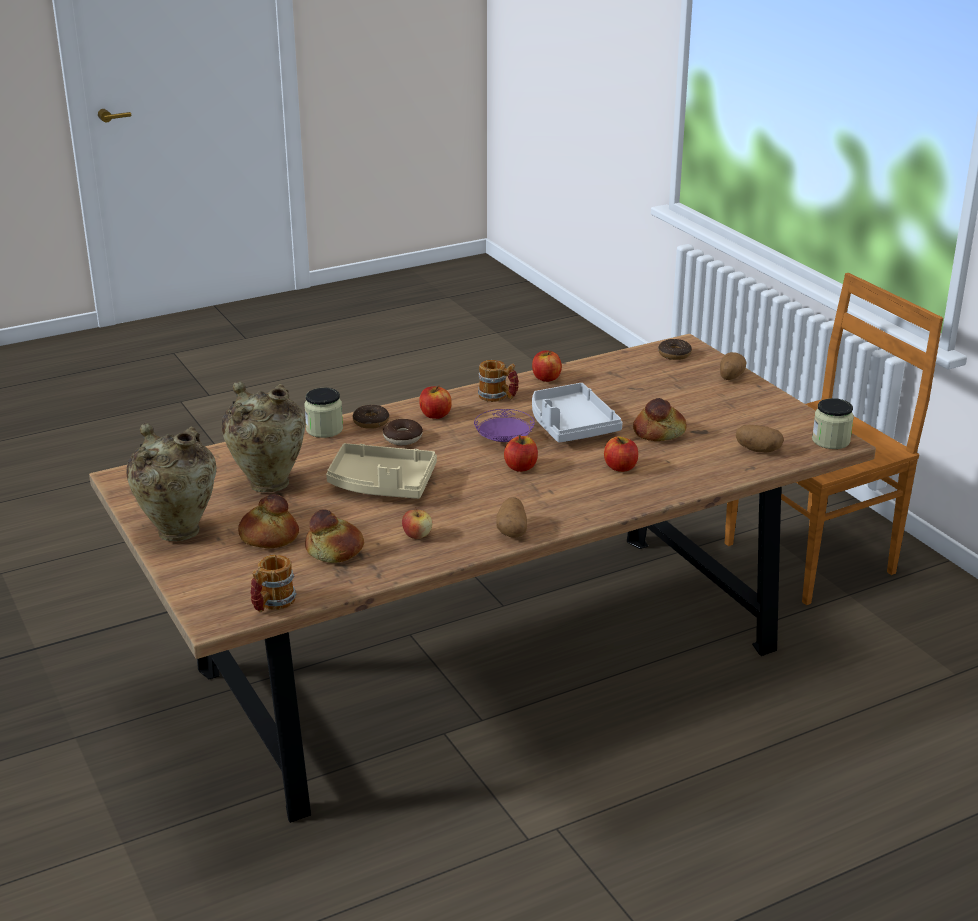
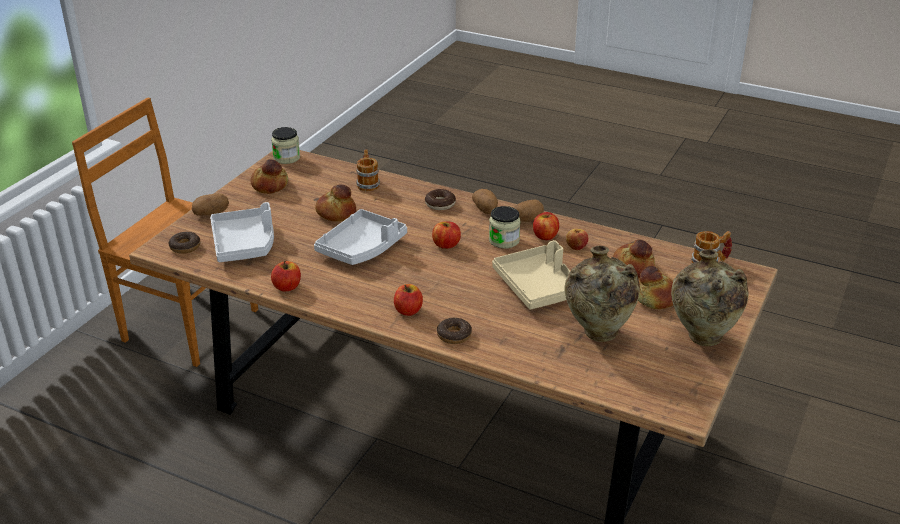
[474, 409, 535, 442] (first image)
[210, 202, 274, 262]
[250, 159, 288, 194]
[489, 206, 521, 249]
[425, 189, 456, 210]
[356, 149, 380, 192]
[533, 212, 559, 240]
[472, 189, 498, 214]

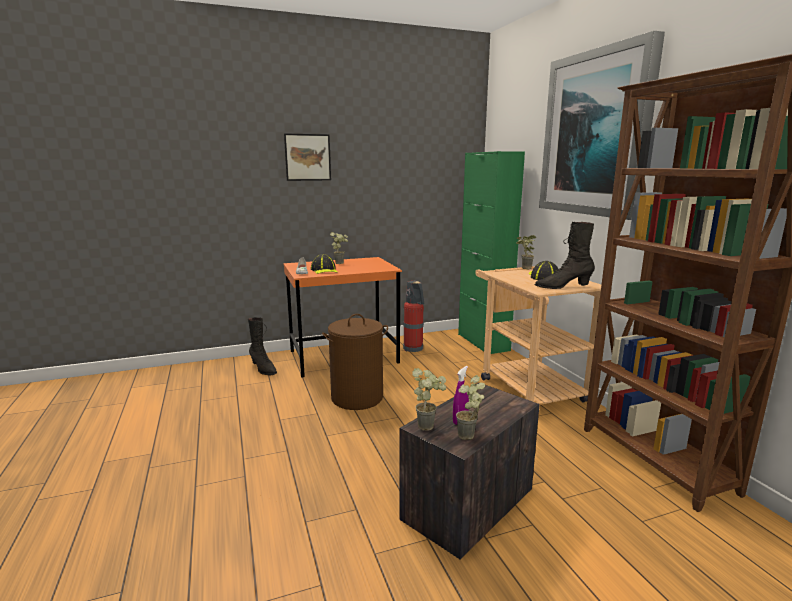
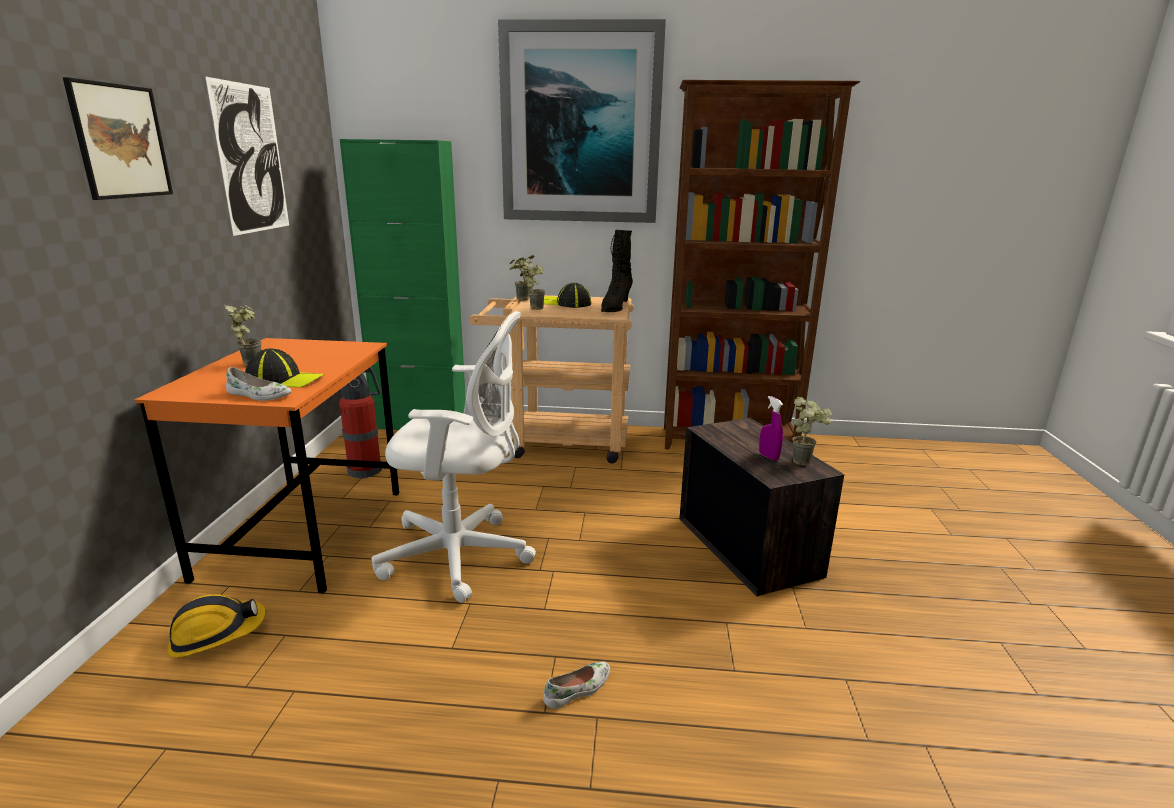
[205, 76, 289, 236]
[543, 662, 610, 709]
[524, 261, 545, 310]
[167, 594, 266, 657]
[371, 311, 536, 603]

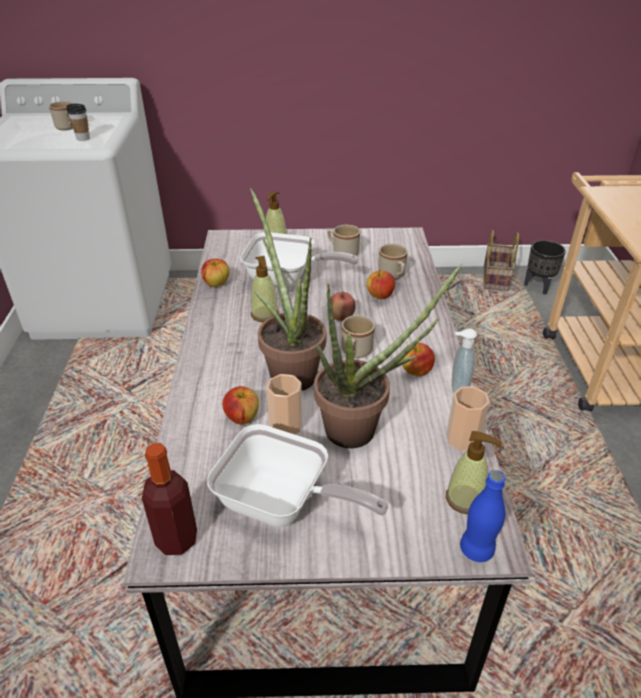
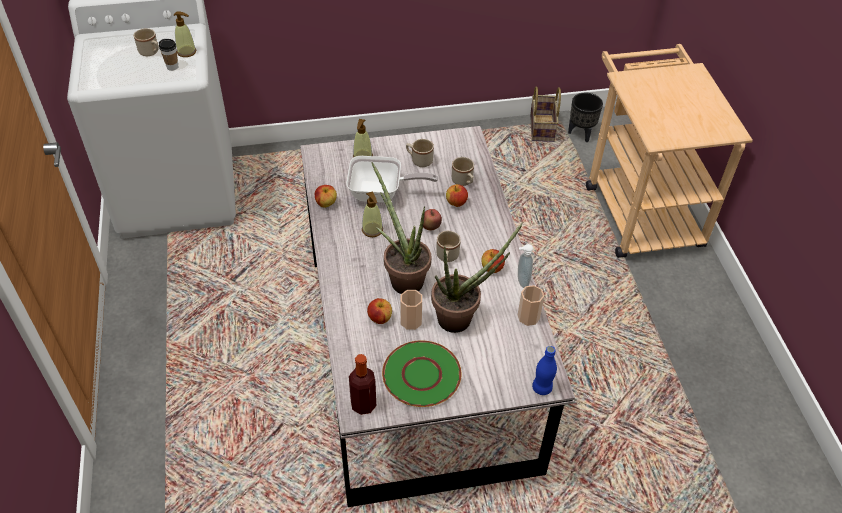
[173, 11, 196, 57]
[382, 340, 461, 407]

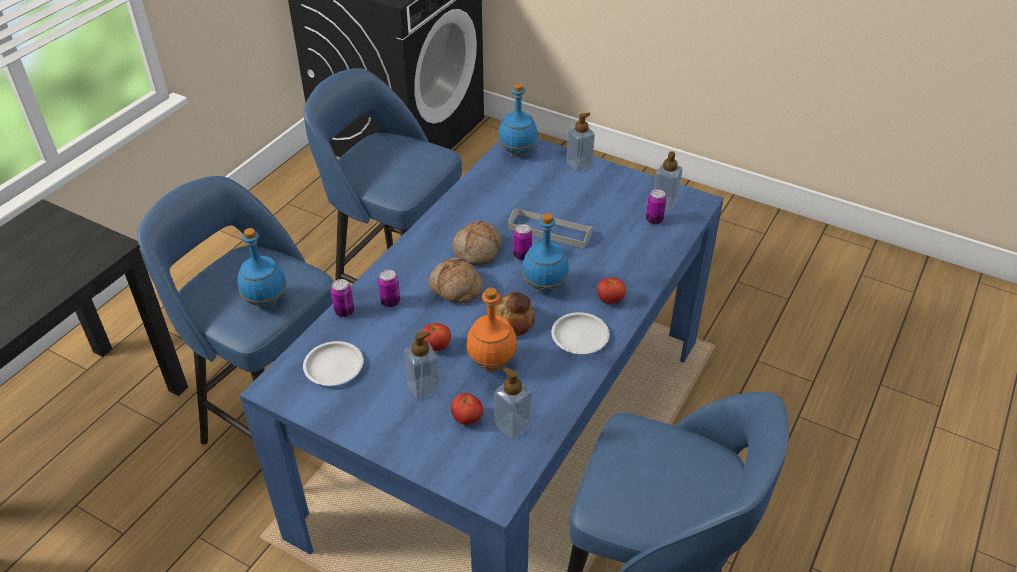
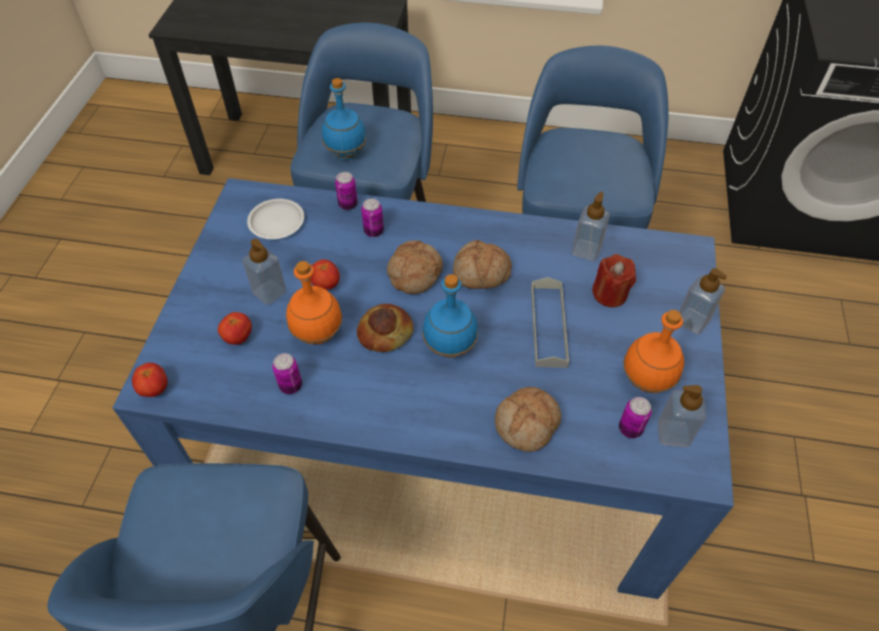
[498, 83, 538, 157] (first image)
[551, 312, 610, 354] (first image)
[495, 387, 561, 452]
[592, 254, 636, 307]
[623, 310, 684, 393]
[572, 192, 610, 261]
[272, 353, 302, 394]
[132, 363, 167, 397]

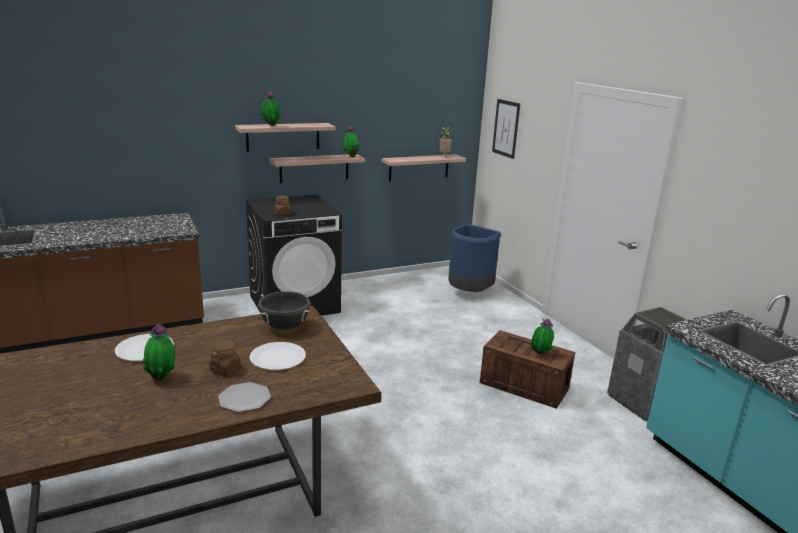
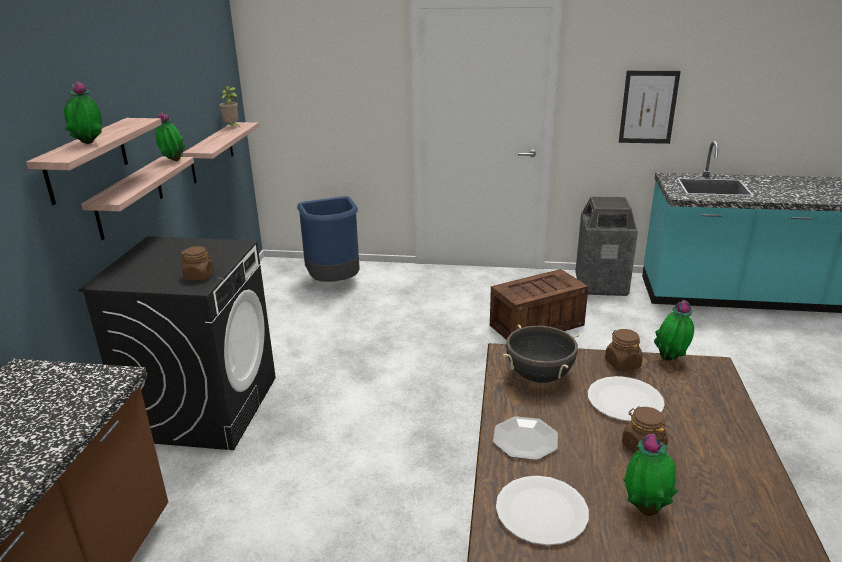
[605, 329, 643, 371]
[493, 416, 558, 460]
[619, 71, 681, 144]
[654, 300, 694, 361]

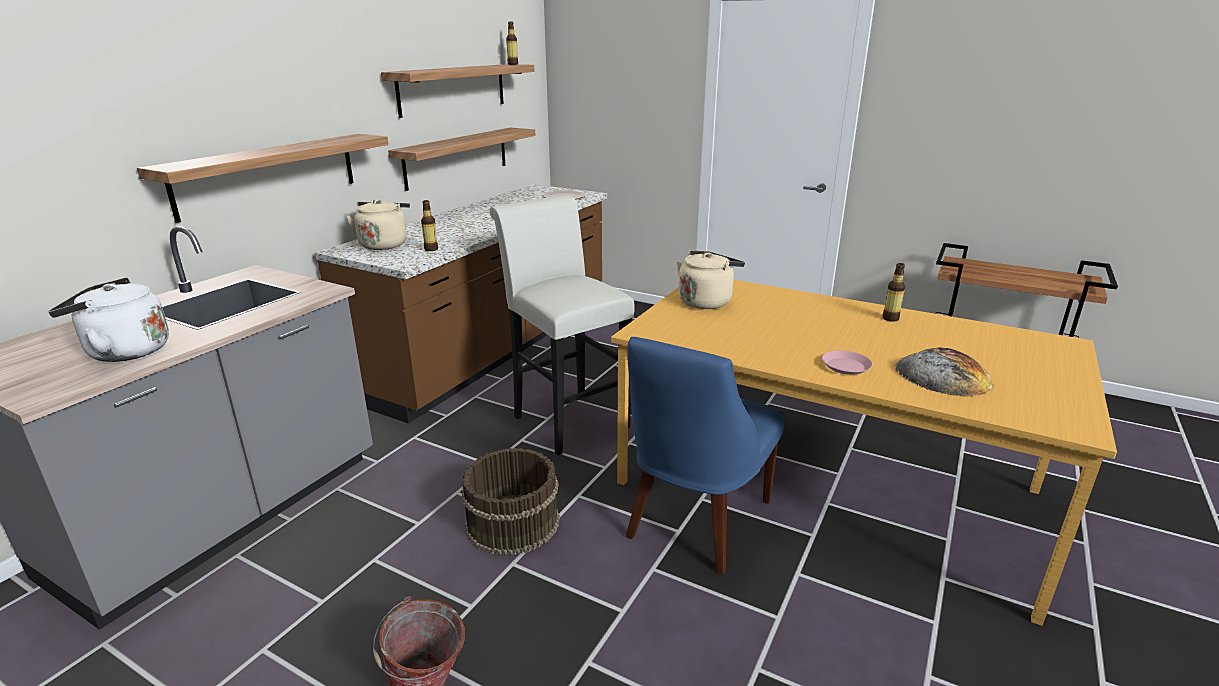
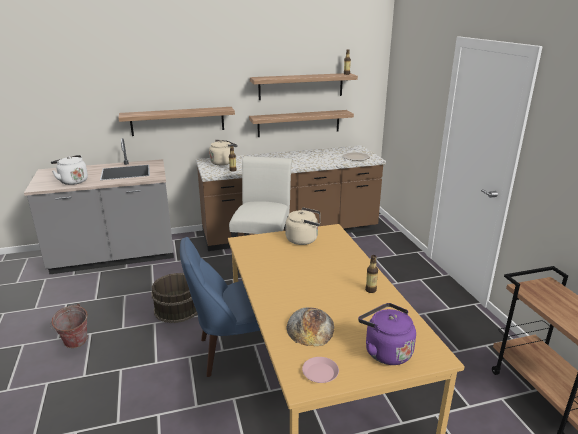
[358, 303, 416, 365]
[302, 357, 339, 383]

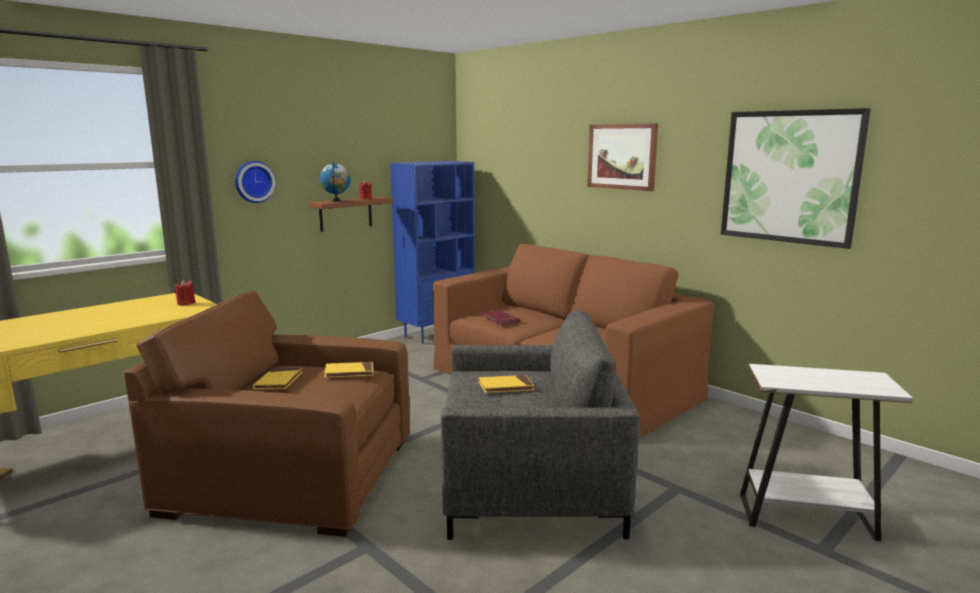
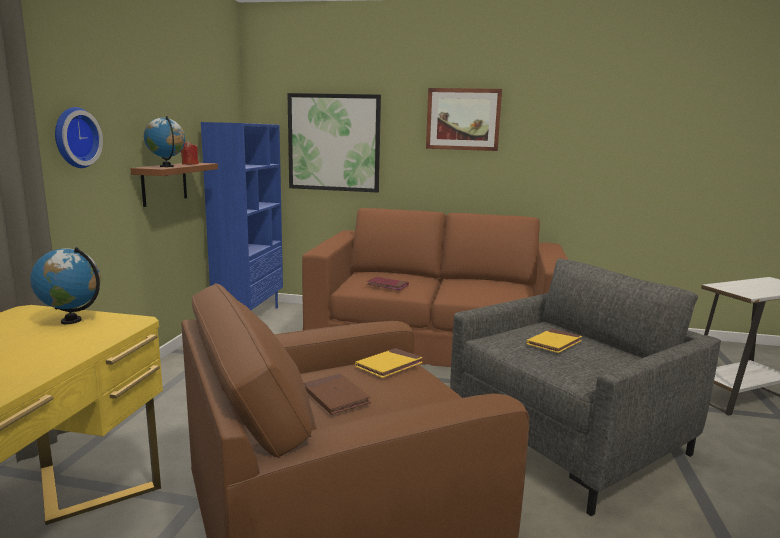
[287, 93, 381, 193]
[30, 247, 101, 324]
[304, 373, 371, 415]

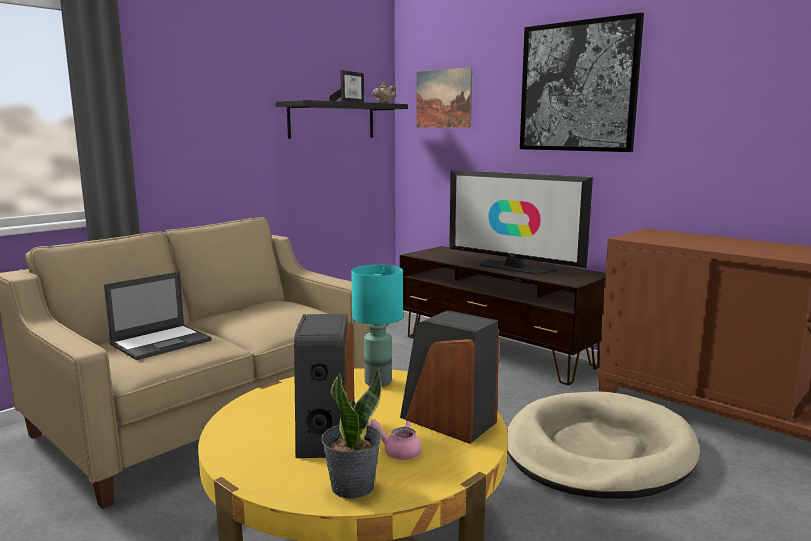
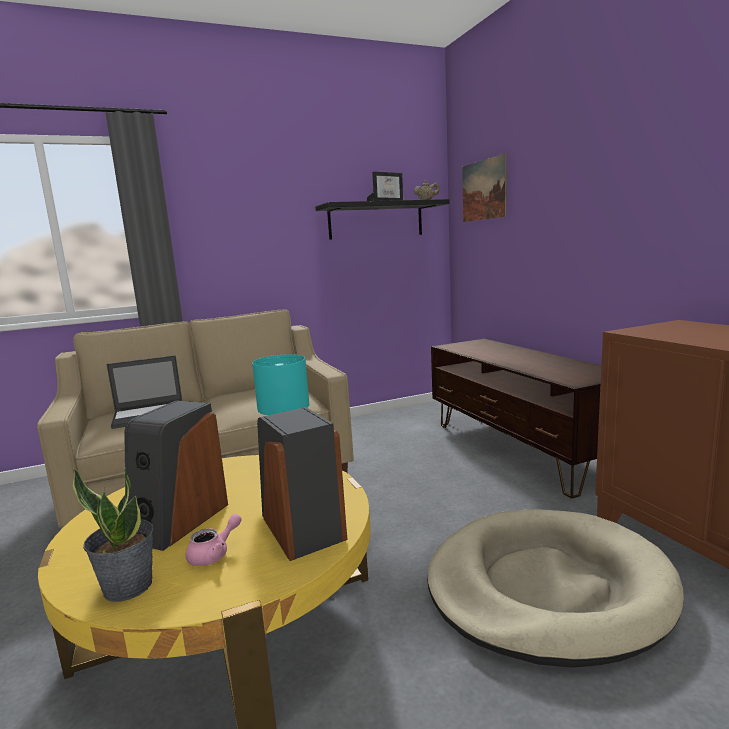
[449, 170, 593, 274] (first image)
[520, 13, 644, 152] (first image)
[185, 514, 242, 566]

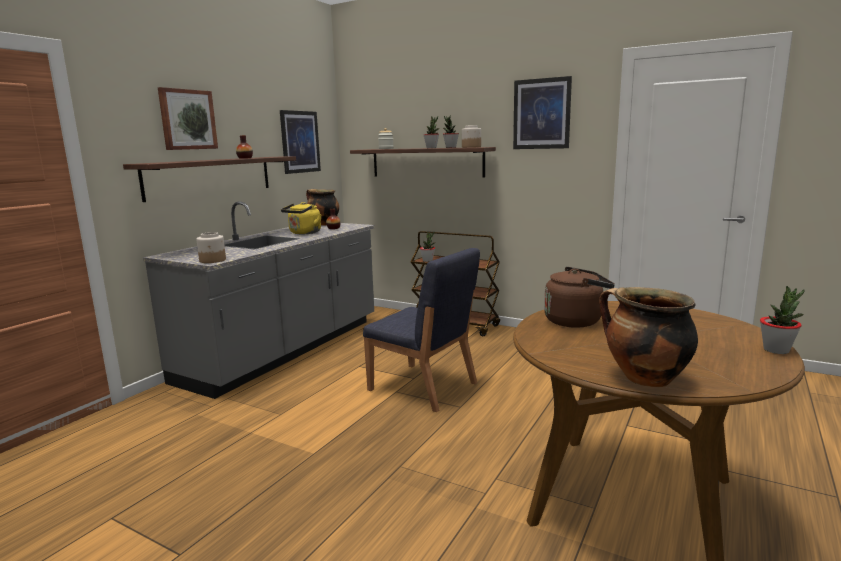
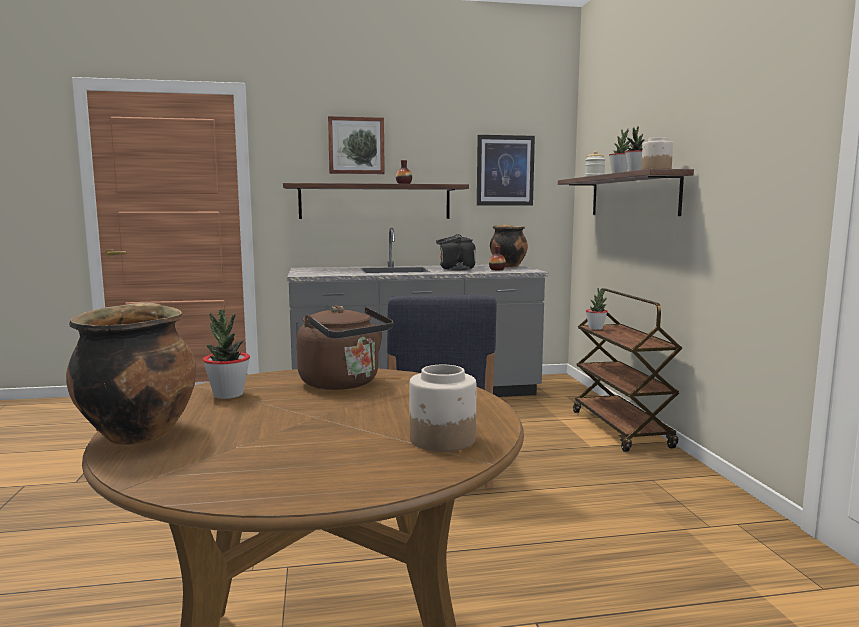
[513, 76, 572, 149] (first image)
[409, 365, 477, 452]
[203, 310, 250, 399]
[436, 234, 476, 270]

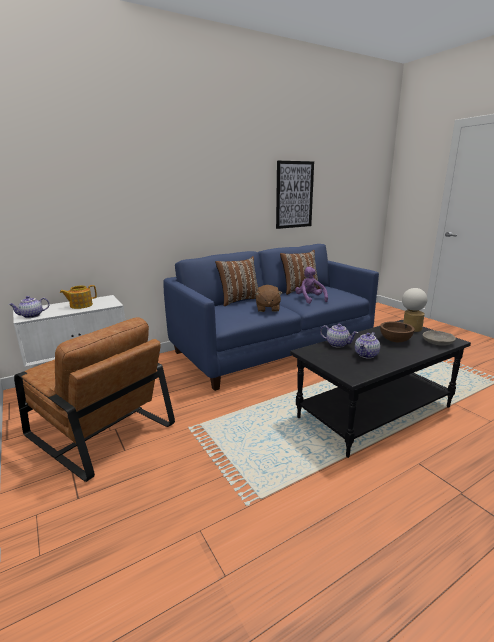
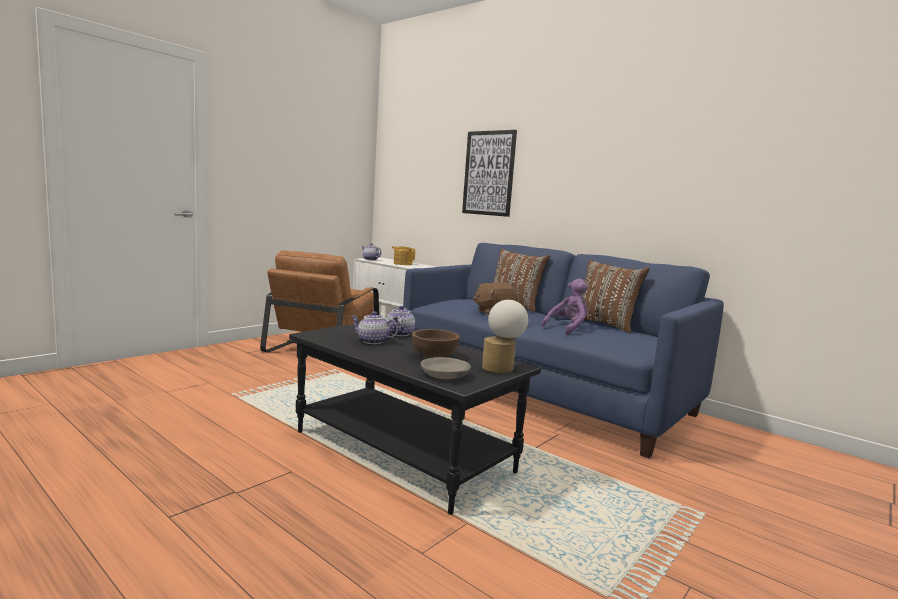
[462, 130, 517, 217]

